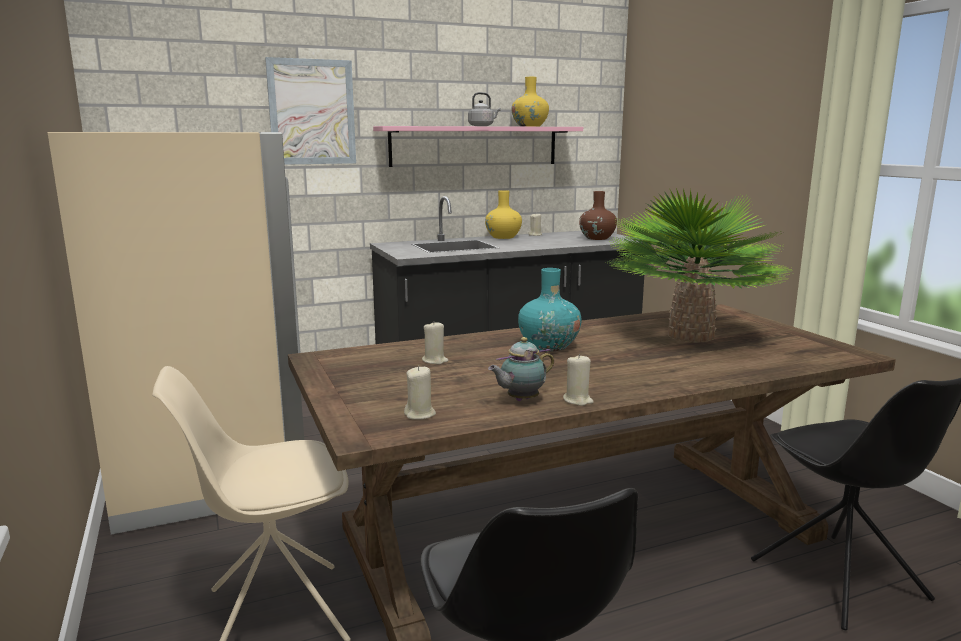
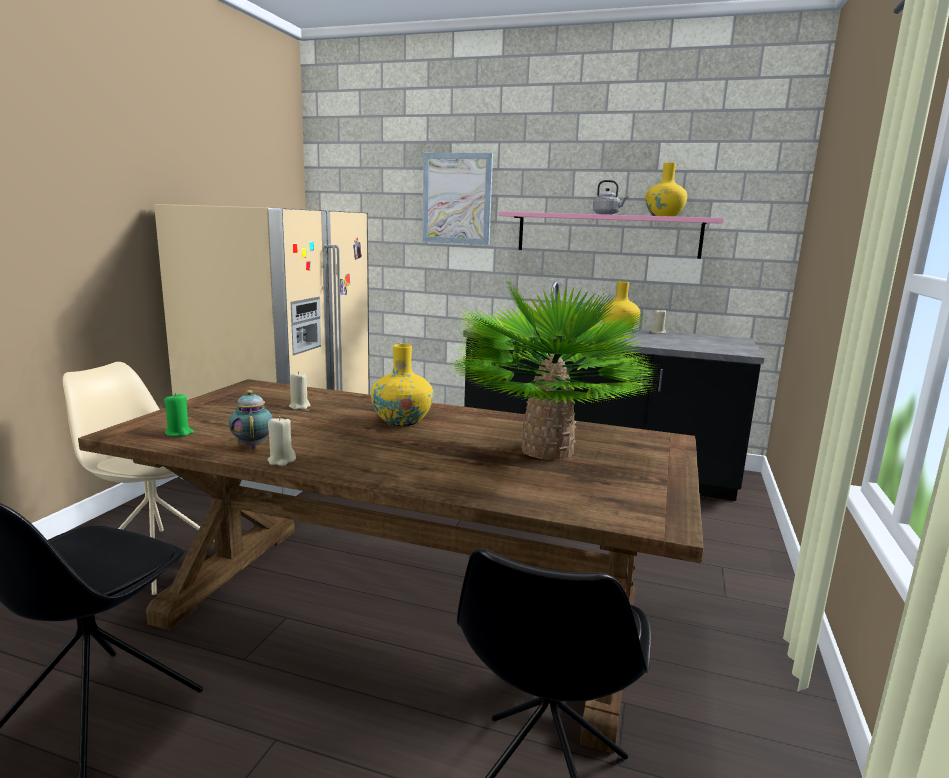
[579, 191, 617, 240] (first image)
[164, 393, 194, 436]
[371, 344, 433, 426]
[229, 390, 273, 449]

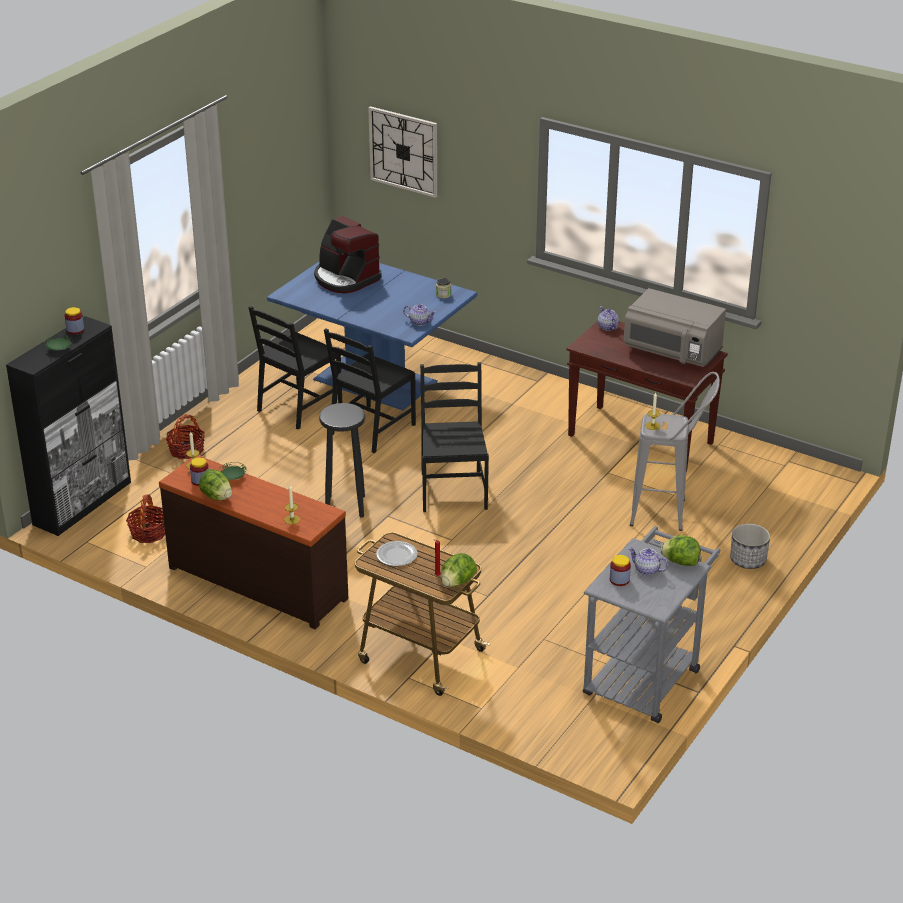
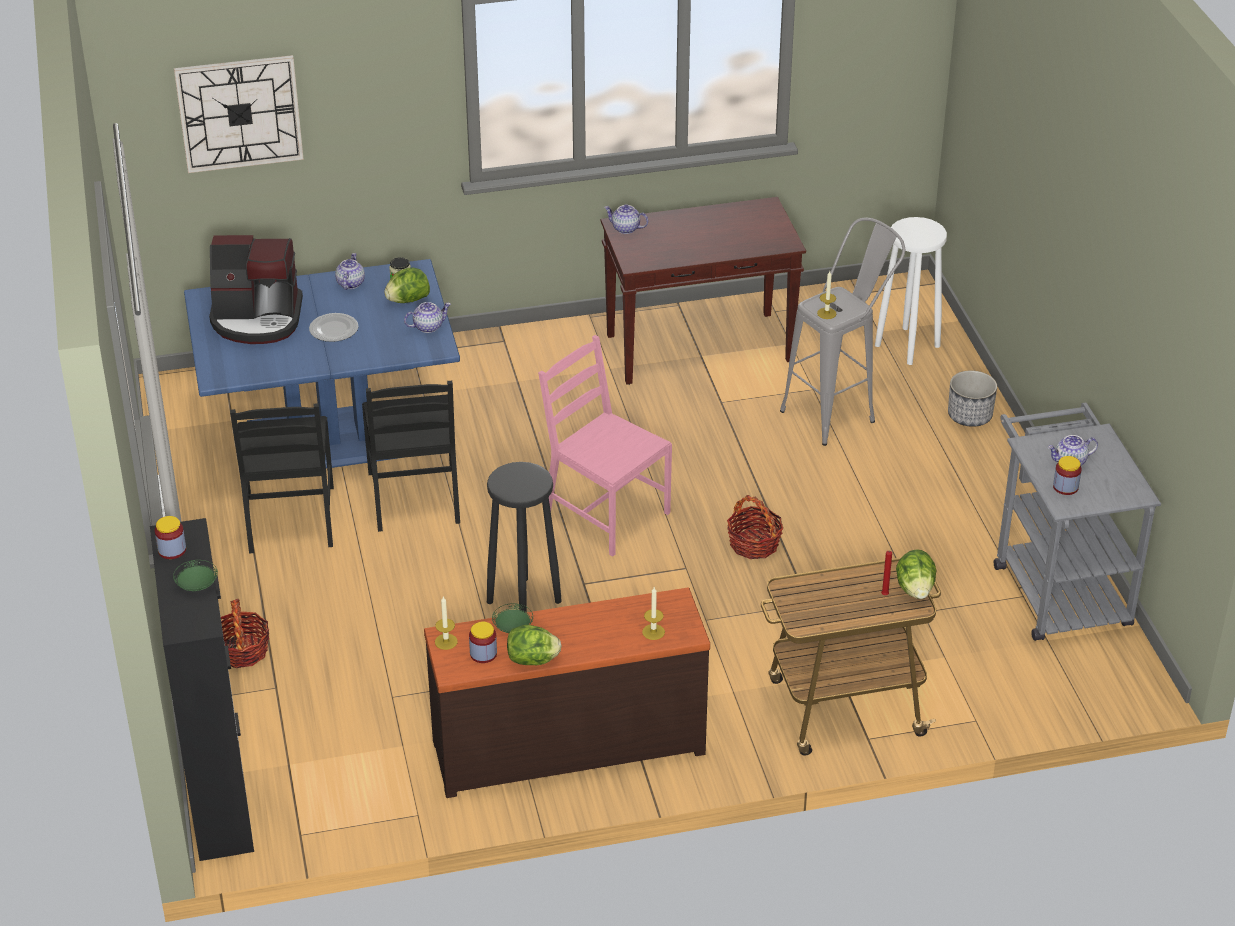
[624, 288, 726, 367] (first image)
[335, 253, 365, 290]
[875, 217, 947, 365]
[727, 495, 783, 559]
[309, 313, 358, 342]
[384, 267, 430, 303]
[538, 335, 672, 557]

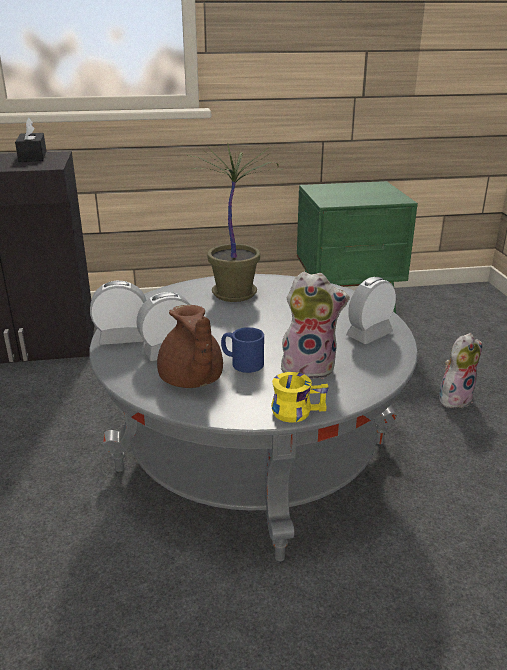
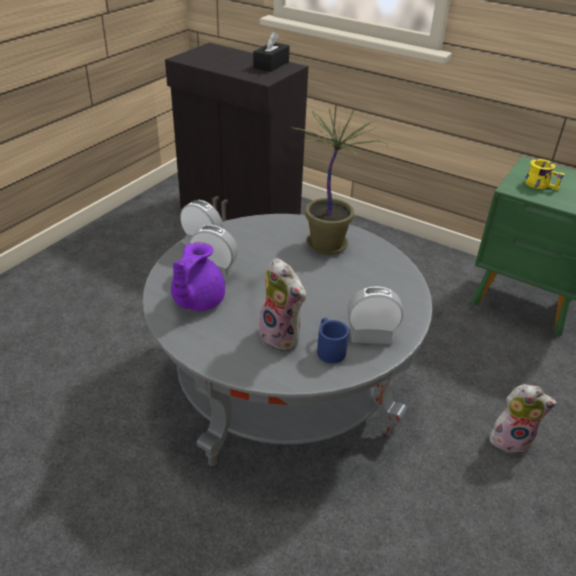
[317, 318, 349, 363]
[525, 159, 565, 191]
[171, 242, 225, 311]

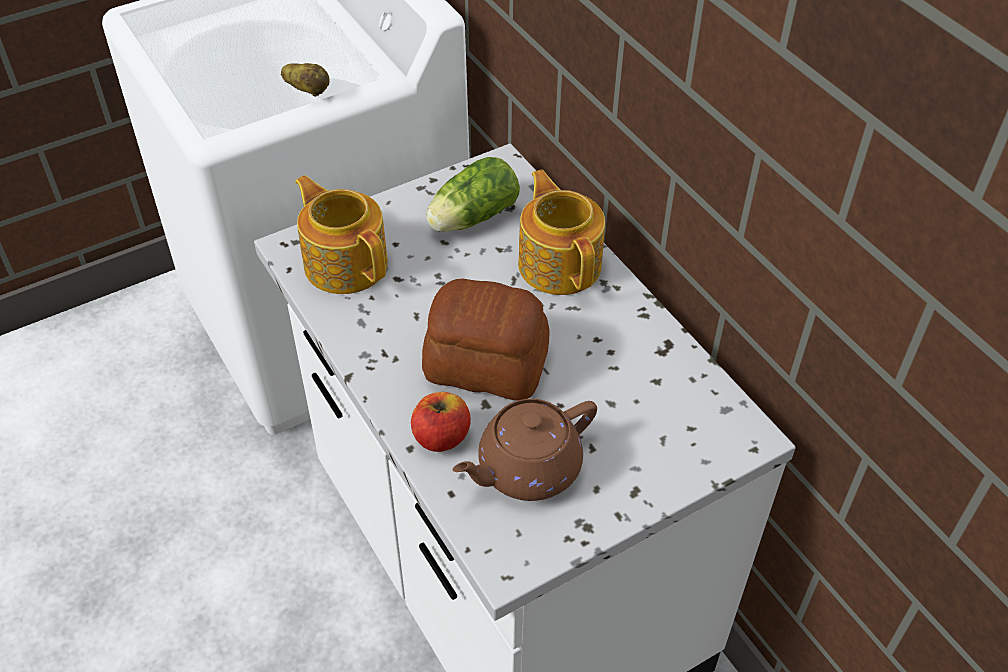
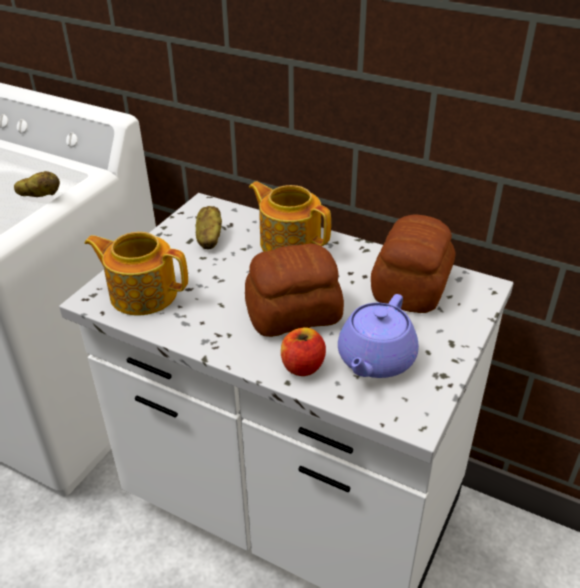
[371, 214, 456, 313]
[196, 206, 222, 249]
[338, 294, 419, 378]

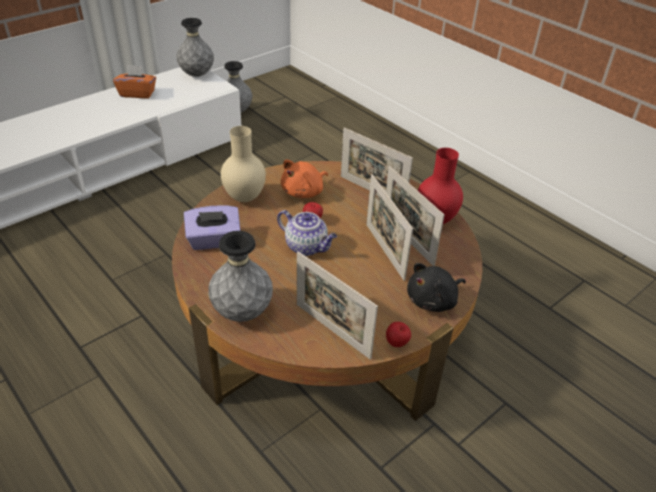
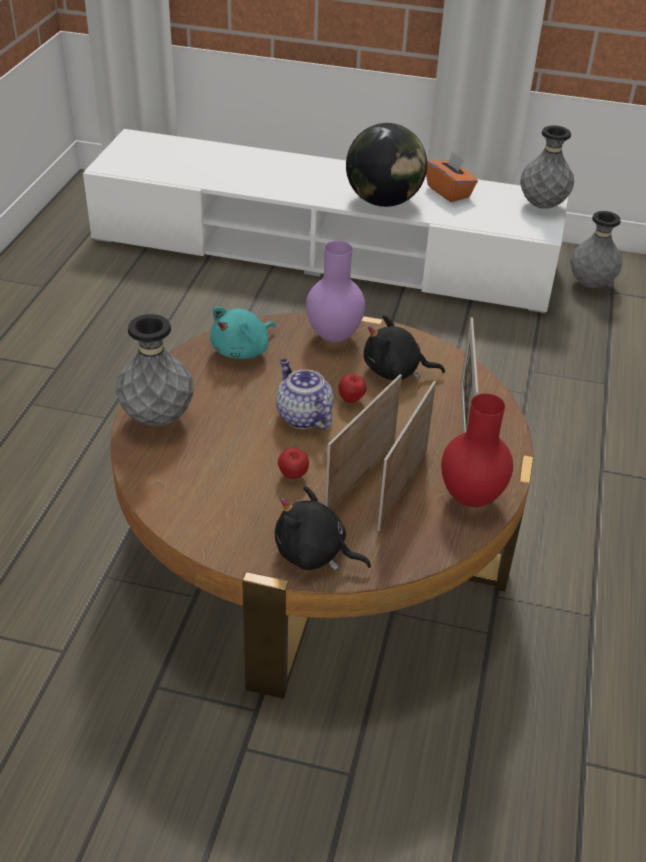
[297, 251, 378, 360] (first image)
[346, 123, 427, 207]
[278, 448, 309, 479]
[210, 307, 276, 359]
[306, 241, 365, 342]
[363, 315, 445, 380]
[276, 359, 334, 430]

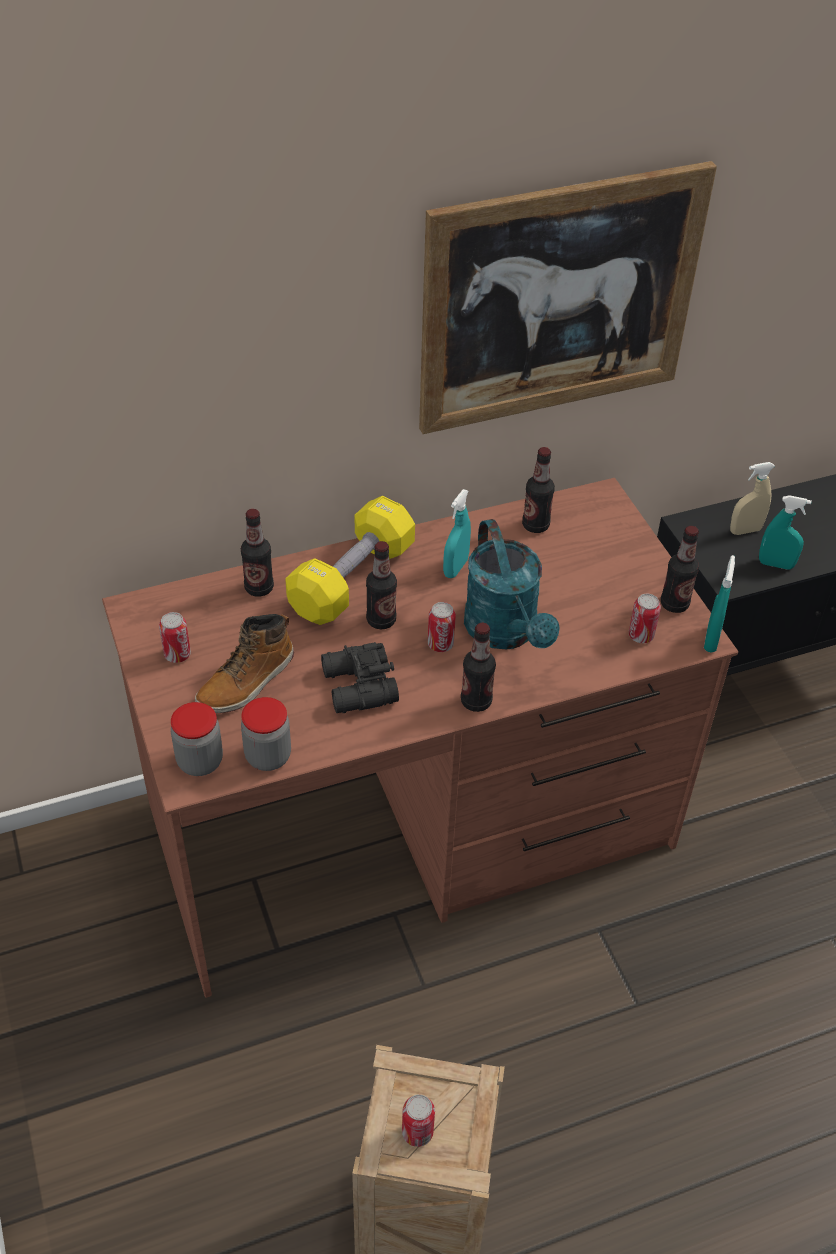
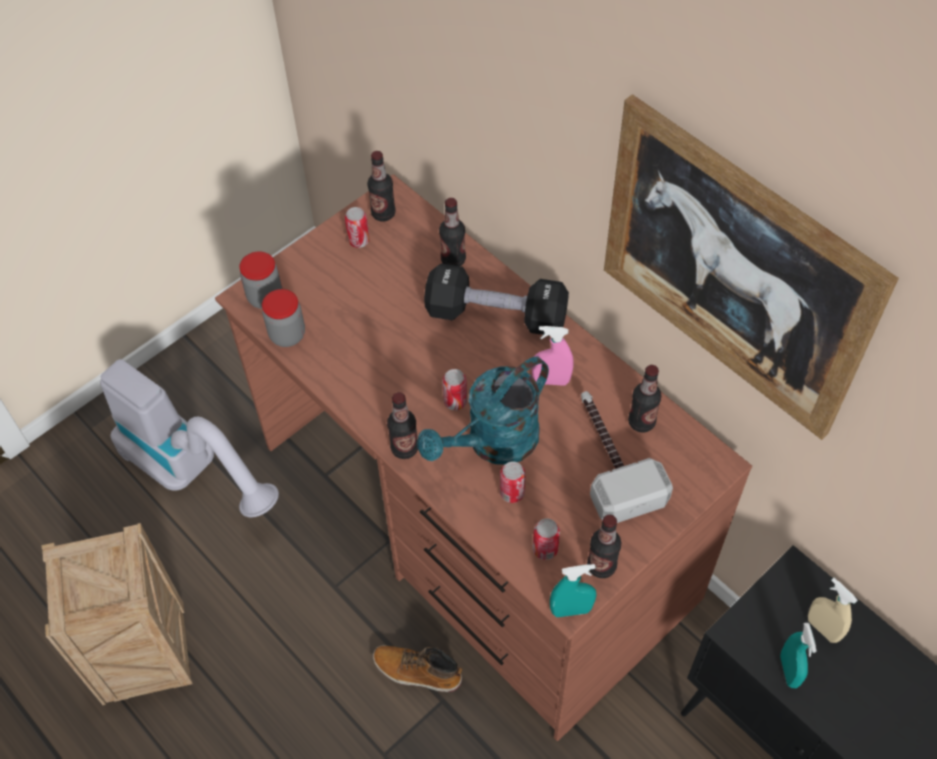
[321, 642, 399, 713] (first image)
[100, 359, 279, 517]
[581, 391, 673, 523]
[373, 645, 462, 692]
[367, 151, 396, 221]
[500, 461, 526, 503]
[424, 263, 569, 336]
[532, 326, 573, 386]

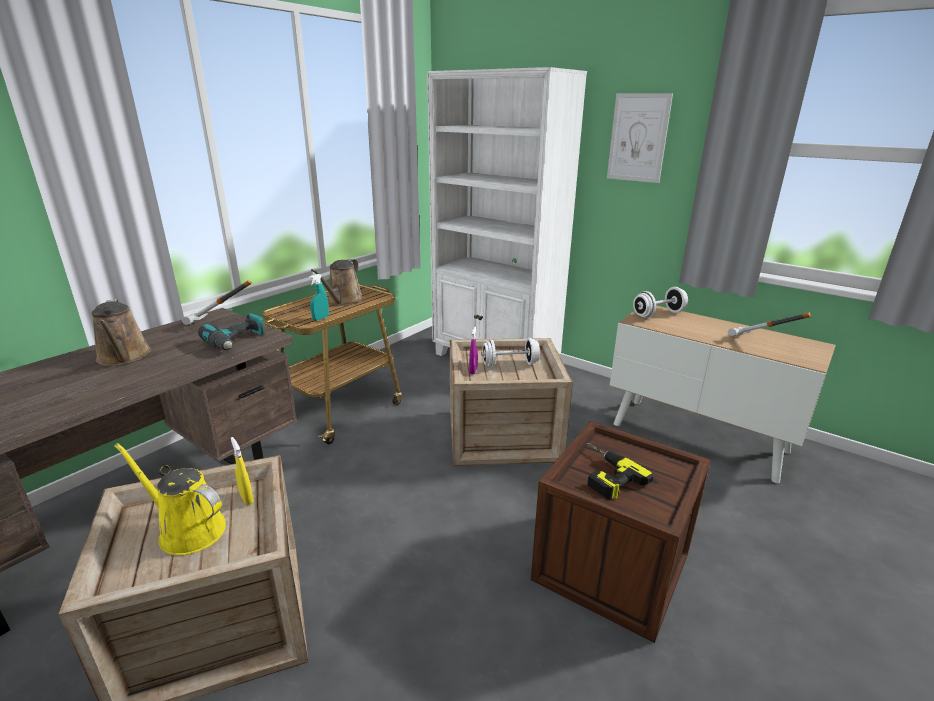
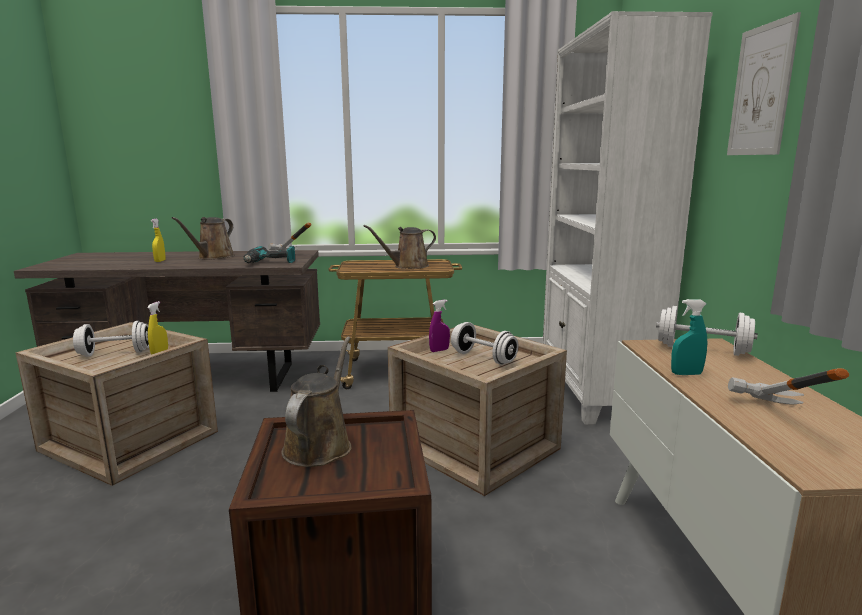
[151, 219, 166, 262]
[671, 299, 707, 375]
[73, 321, 149, 357]
[281, 336, 352, 467]

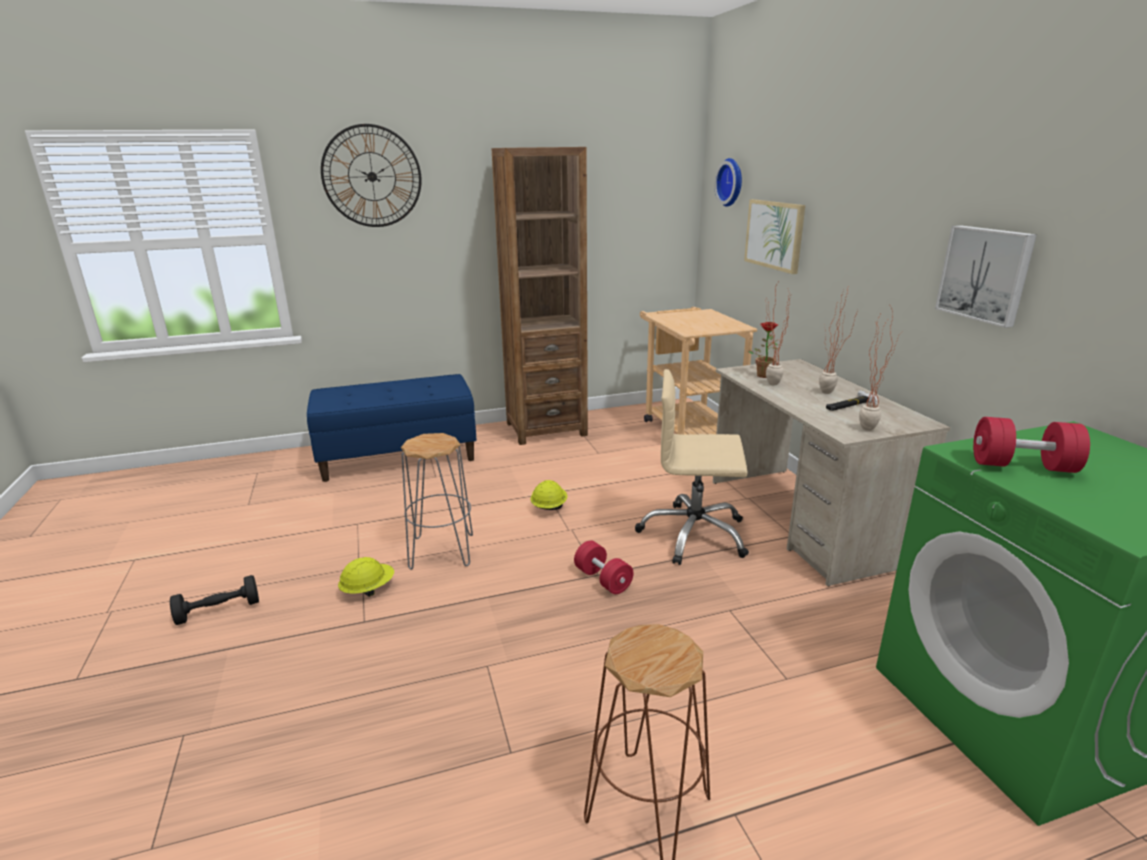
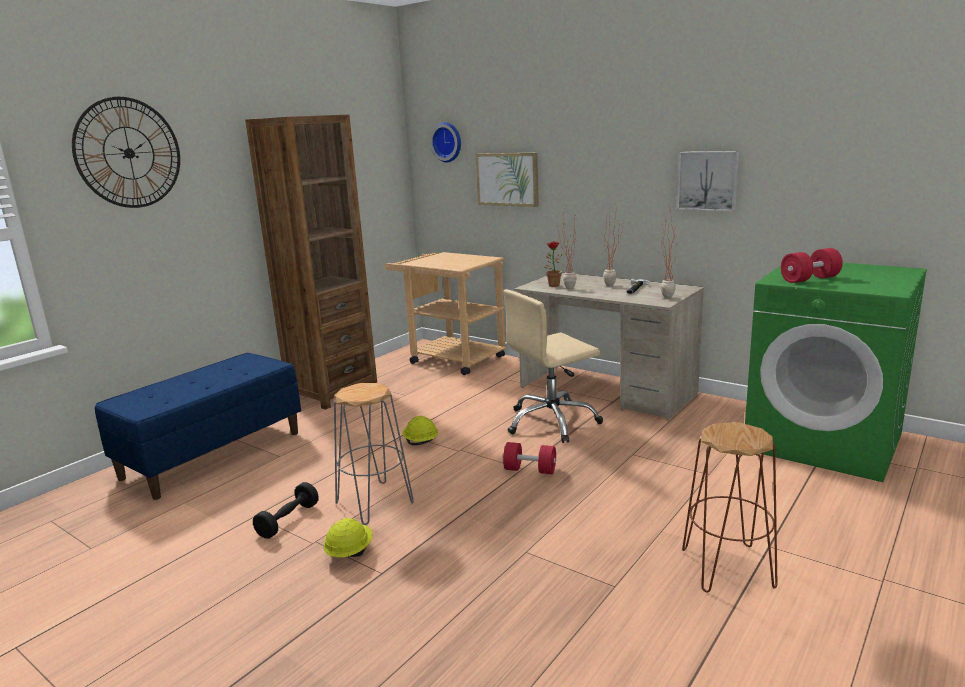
[253, 482, 319, 539]

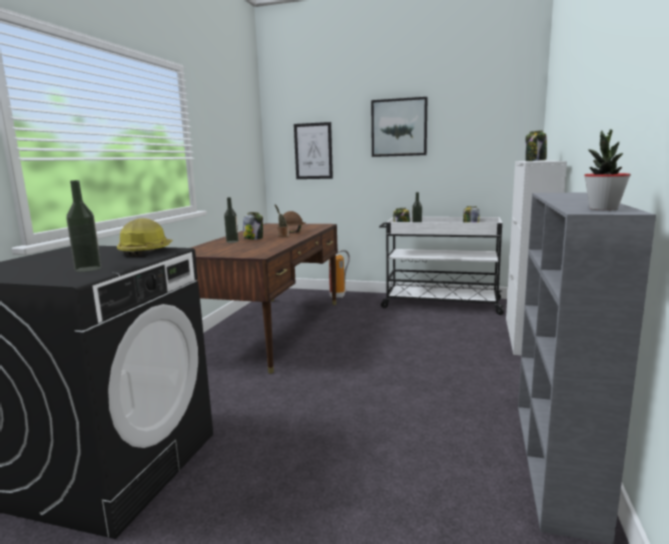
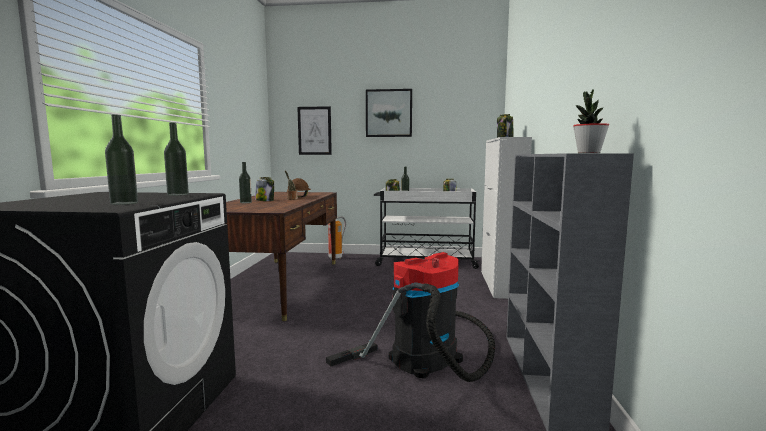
[326, 252, 495, 382]
[164, 122, 189, 196]

